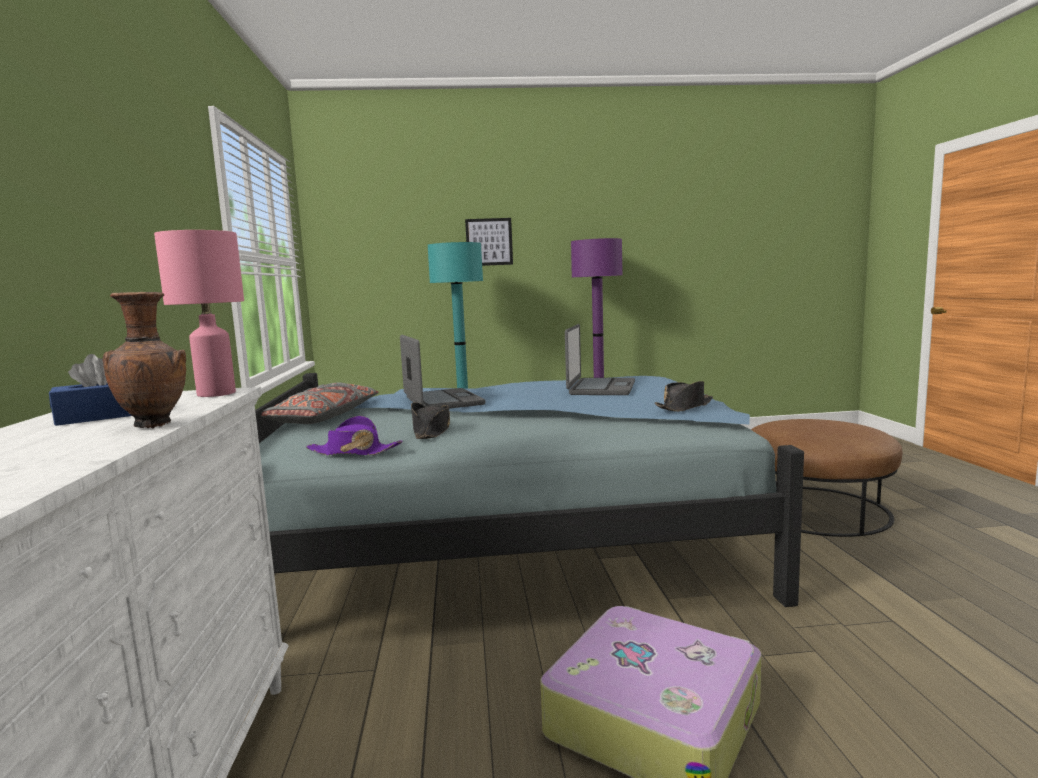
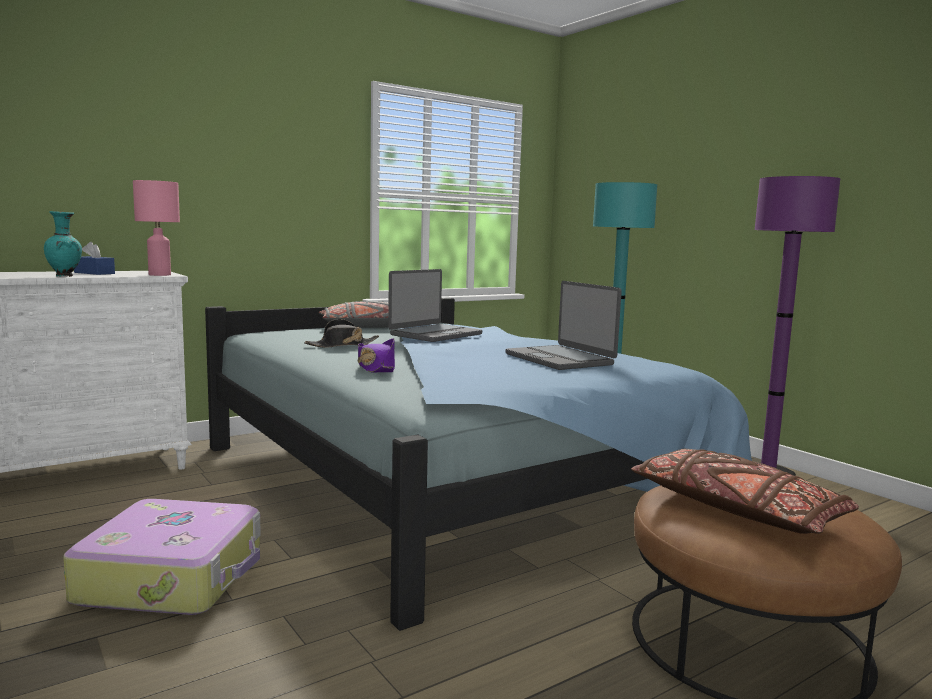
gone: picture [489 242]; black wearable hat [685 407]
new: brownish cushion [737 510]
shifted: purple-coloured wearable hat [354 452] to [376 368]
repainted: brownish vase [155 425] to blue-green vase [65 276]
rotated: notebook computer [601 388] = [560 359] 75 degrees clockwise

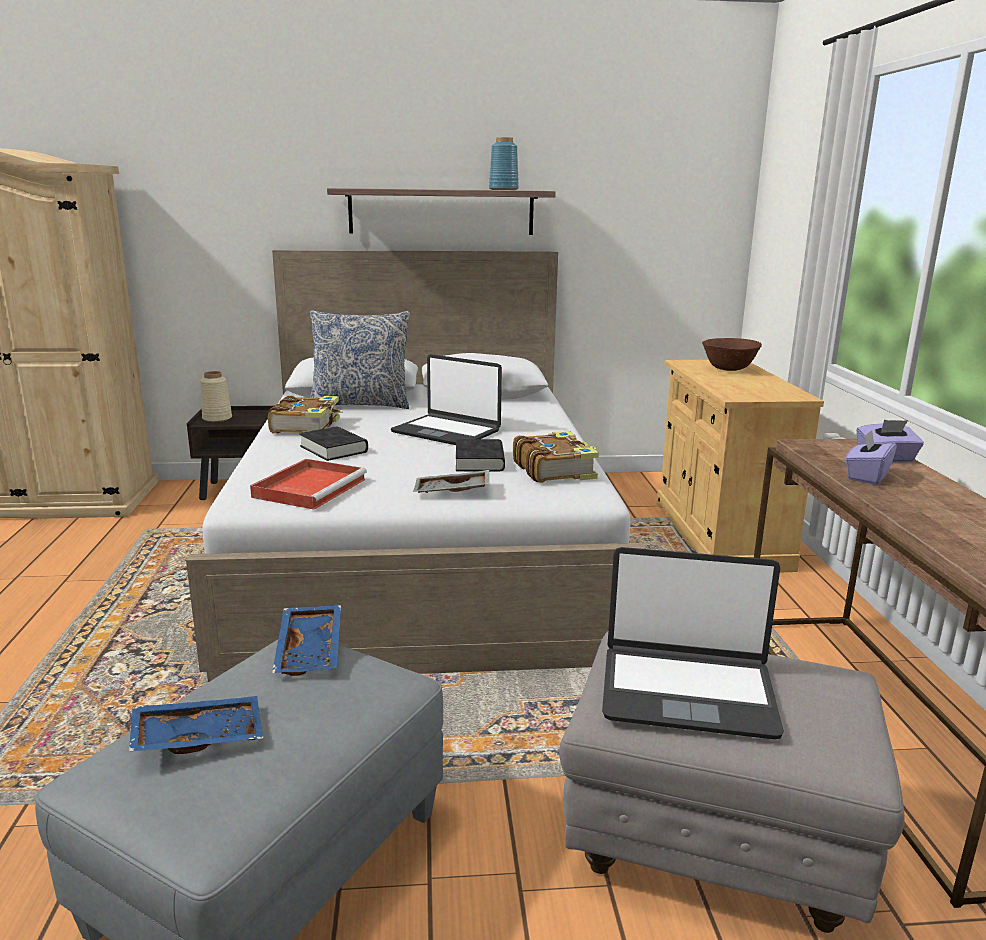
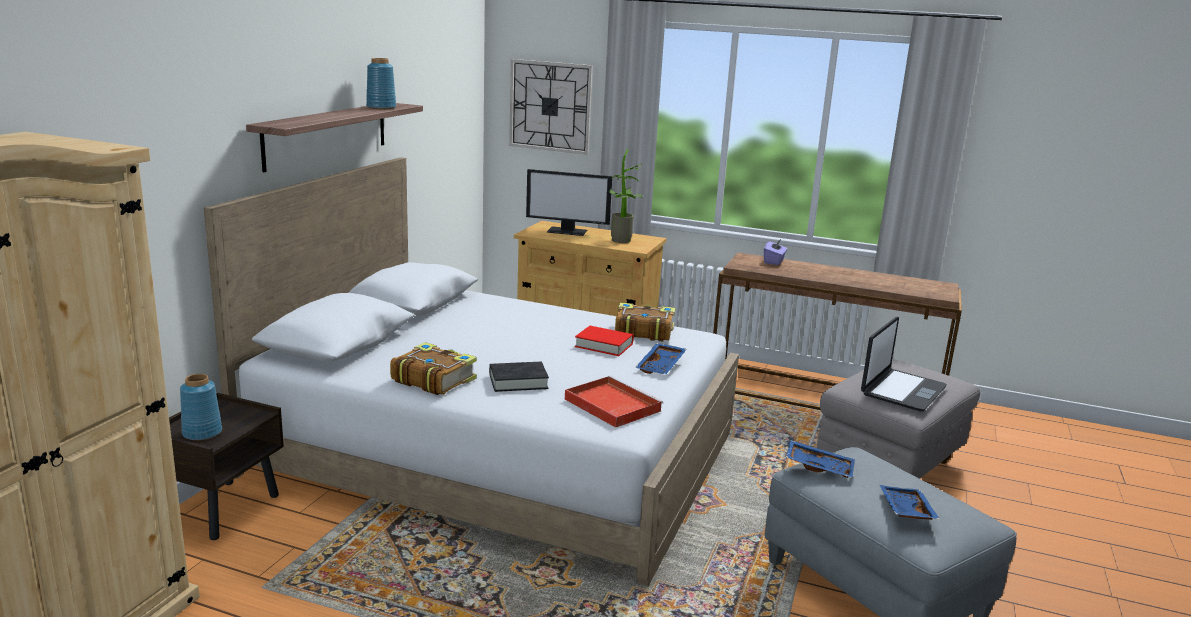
gone: cushion [361 404]; notebook computer [447 432]; purple-coloured tissue box [866 476]
new: wall clock [550 106]; plant in a pot [623 241]
swapped: brownish bowl [729 370] to monitor [567 231]
repainted: beige vase [217 418] to blue-coloured vase [203 433]; gray tray [452 492] to blue-coloured tray [661 366]; black volume [479 461] to red-coloured volume [604 345]

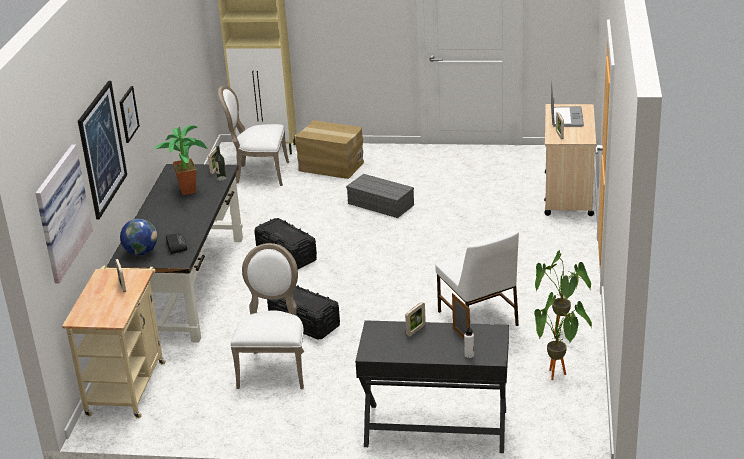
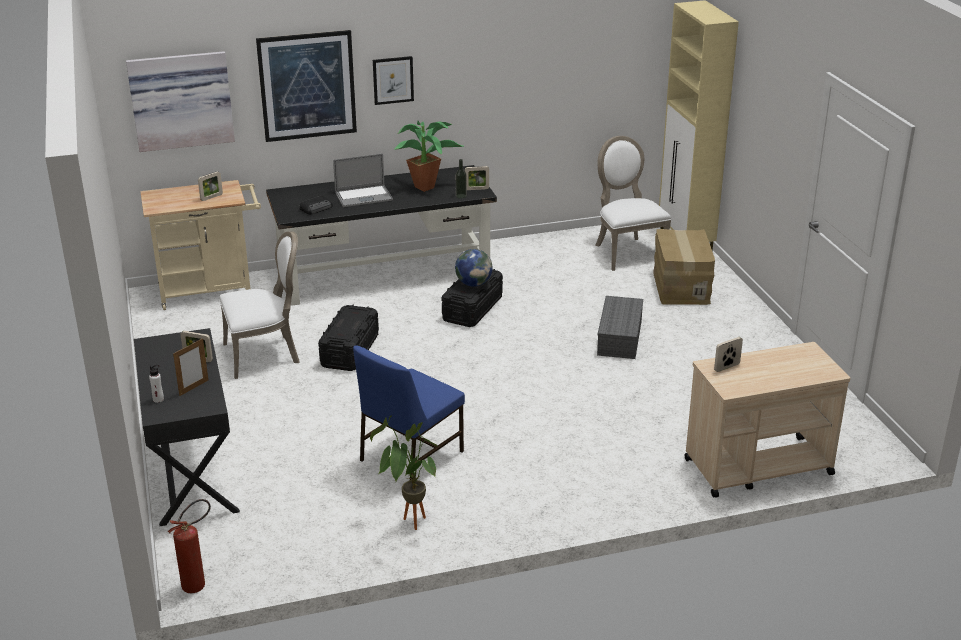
gone: plant in a pot [557 377]
new: fire-fighting cylinder [199 584]
shifted: desk globe [141 252] to [473 284]; notebook computer [566 117] to [363 196]
repainted: whitish upright chair [478 319] to blue-coloured upright chair [409 456]

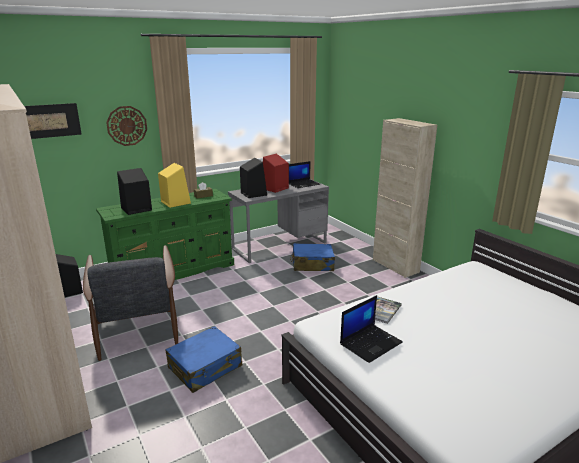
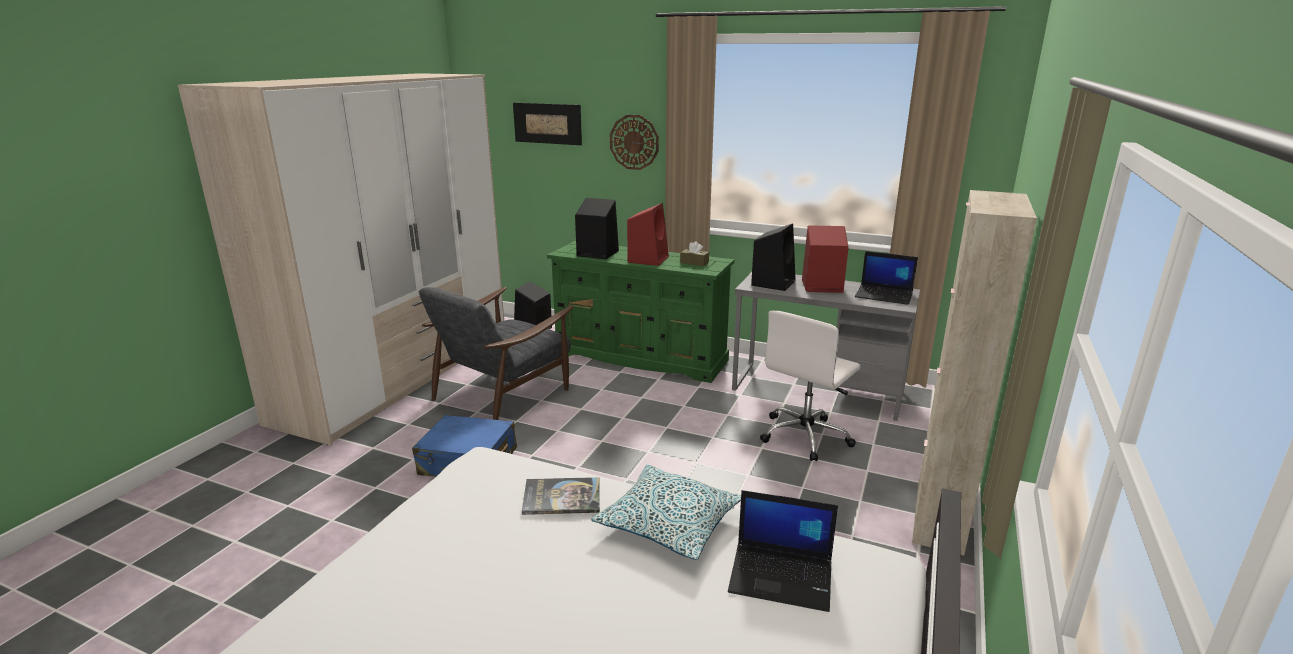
new: cushion [668 523]
shifted: notebook computer [371 343] to [782 576]
swapped: blue-coloured travel case [312 264] to whitish office chair [805 436]
repainted: yellow audio speaker [175 202] to red-coloured audio speaker [648 259]

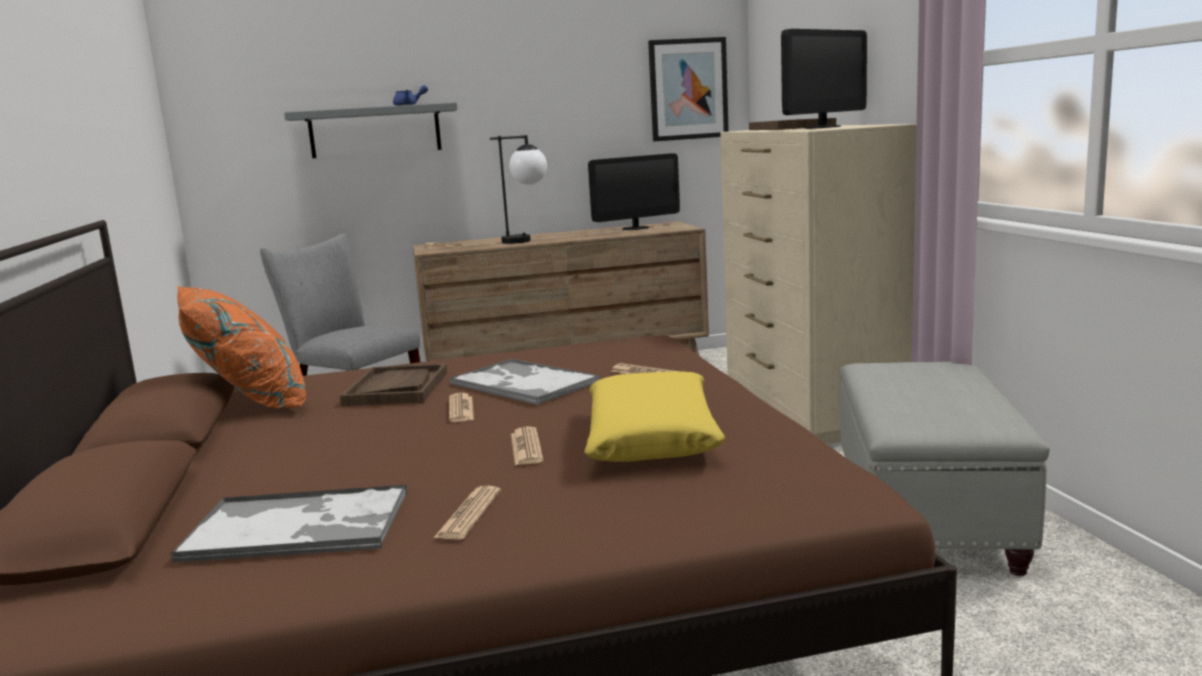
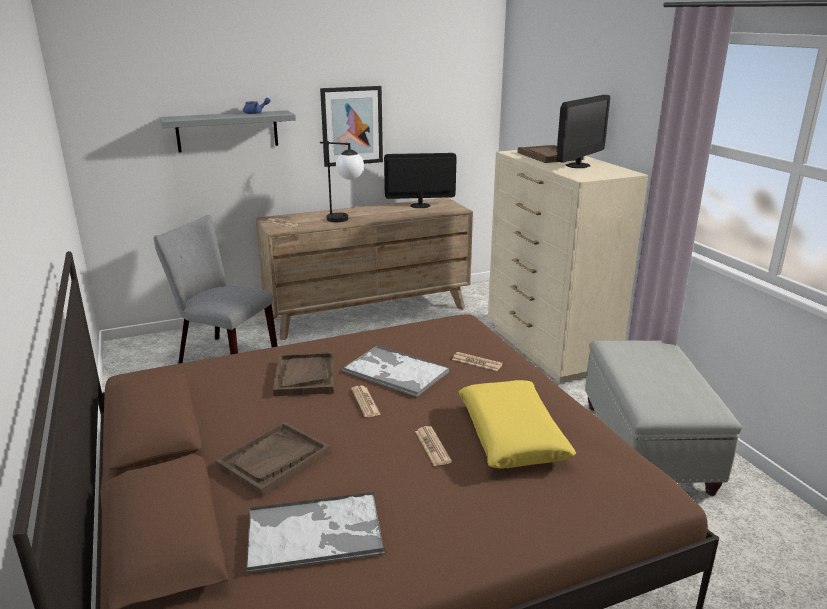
gone: orangey cushion [249 402]; newspaper [469 514]
new: brownish tray [274 460]
shifted: picture [688 89] to [352 126]
rotated: monitor [635 228] = [420 206] 150 degrees counterclockwise

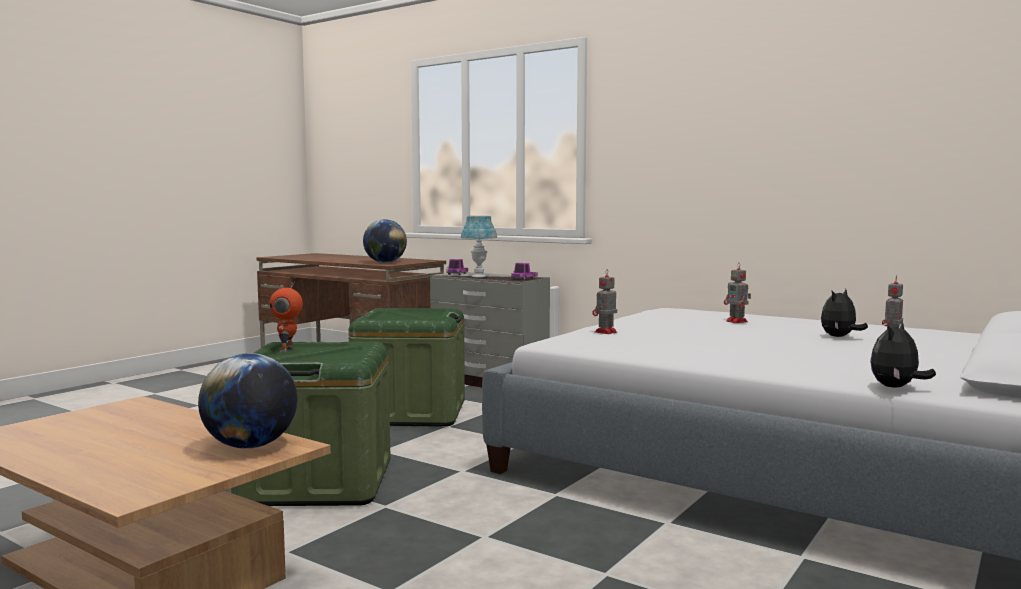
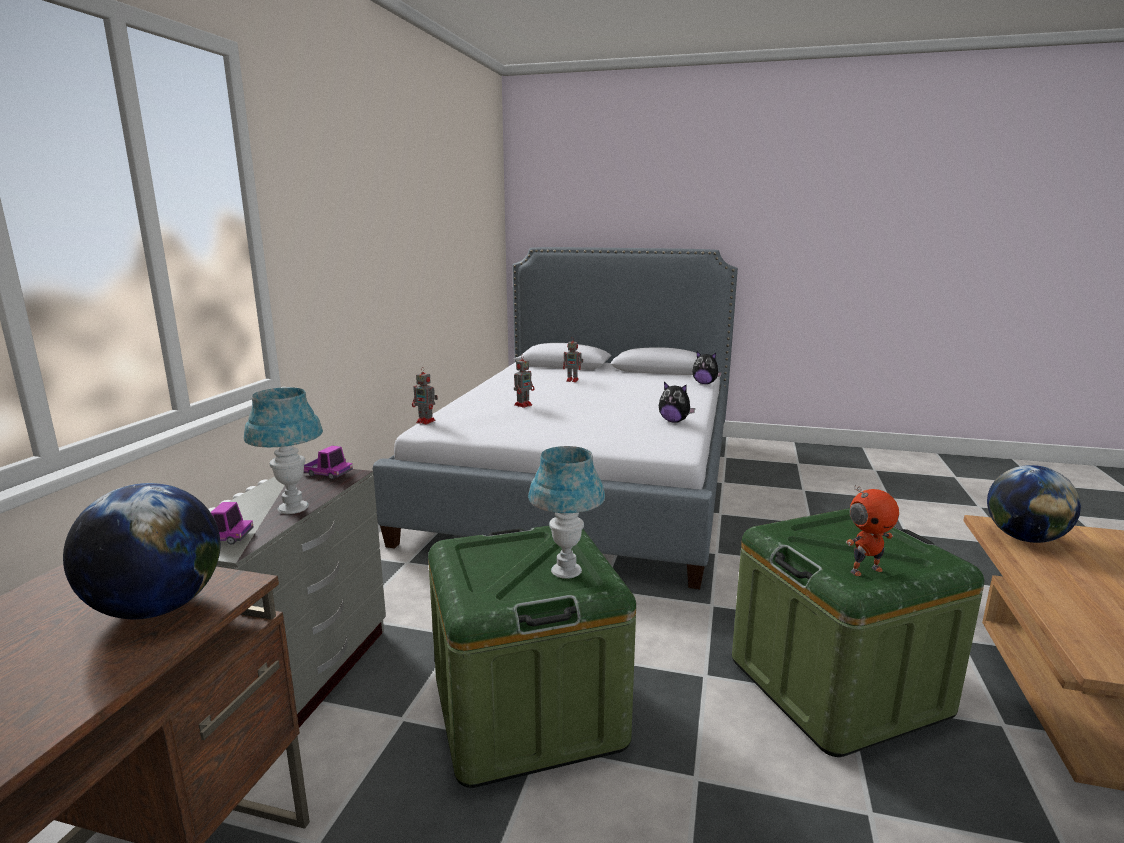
new: blue-coloured lamp for a table [566 571]
shifted: toy robot [605 332] to [426 421]; soft toy [839 337] to [674 421]

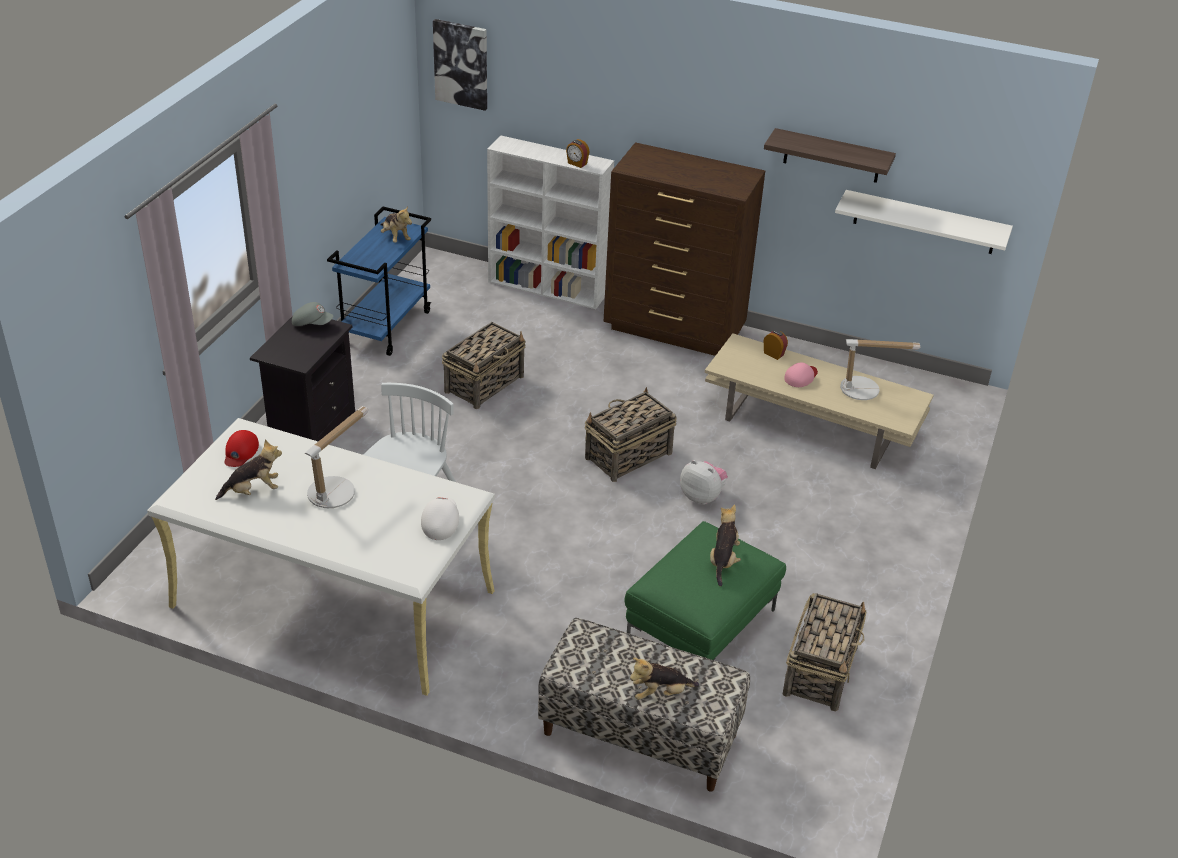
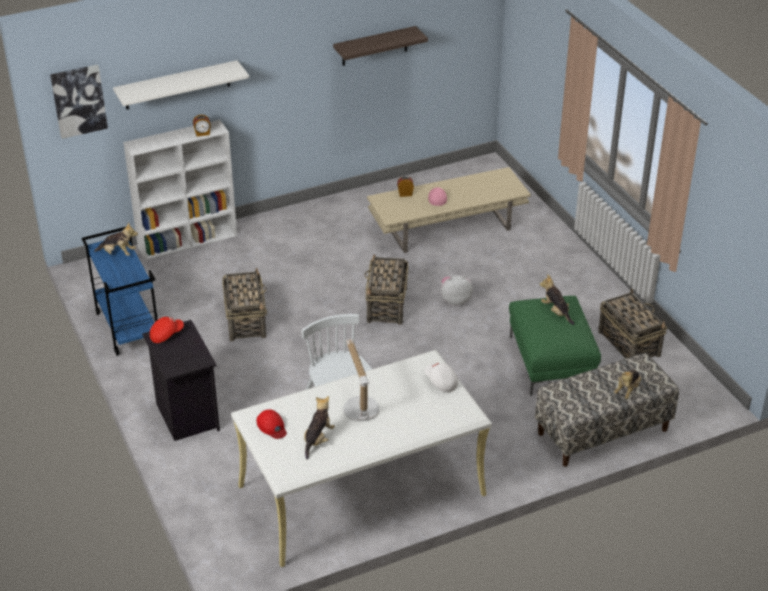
gone: brownish dresser [675 329]; lamp for a table [865 390]
shifted: whitish shelf [924 222] to [177 85]
repainted: gray peaked cap [312 323] to red-coloured peaked cap [166 334]

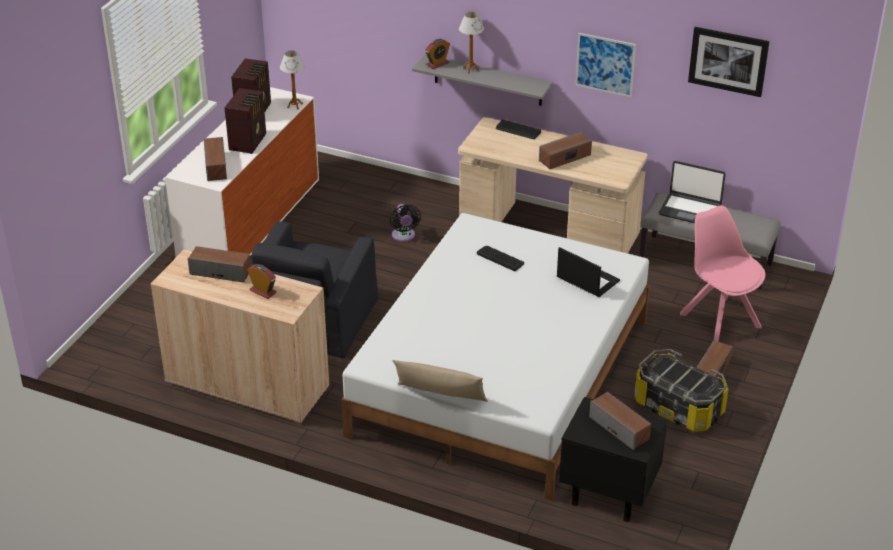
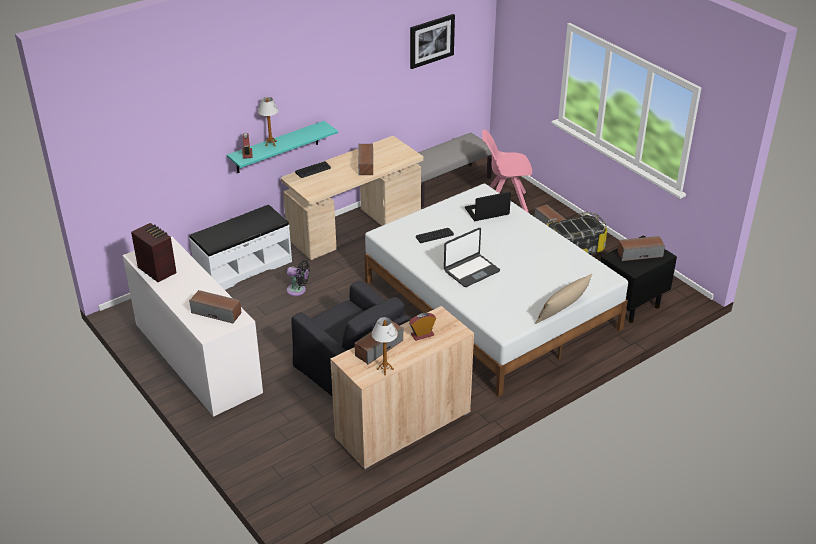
gone: radio set [249 142]; picture [605 64]
new: whitish bench [243 268]
shifted: lamp for a table [295 106] to [385 369]; notebook computer [690 210] to [471 271]
repainted: gray shelf [488 80] to blue-green shelf [277 147]

